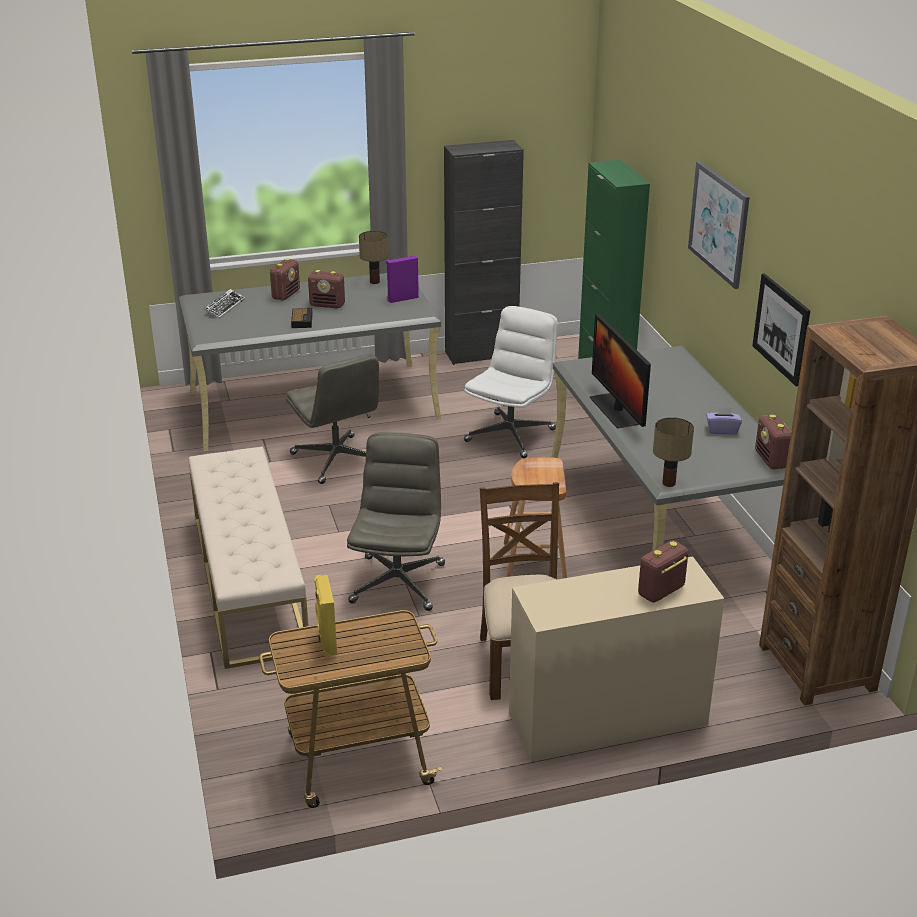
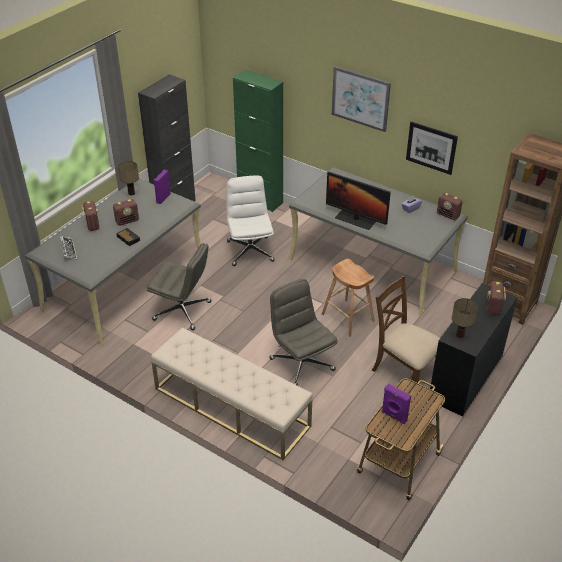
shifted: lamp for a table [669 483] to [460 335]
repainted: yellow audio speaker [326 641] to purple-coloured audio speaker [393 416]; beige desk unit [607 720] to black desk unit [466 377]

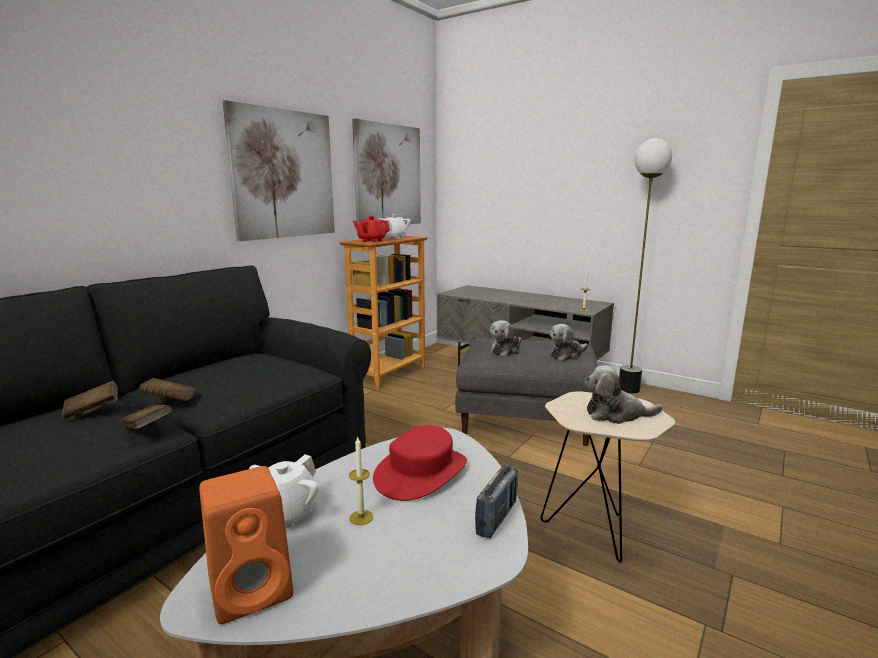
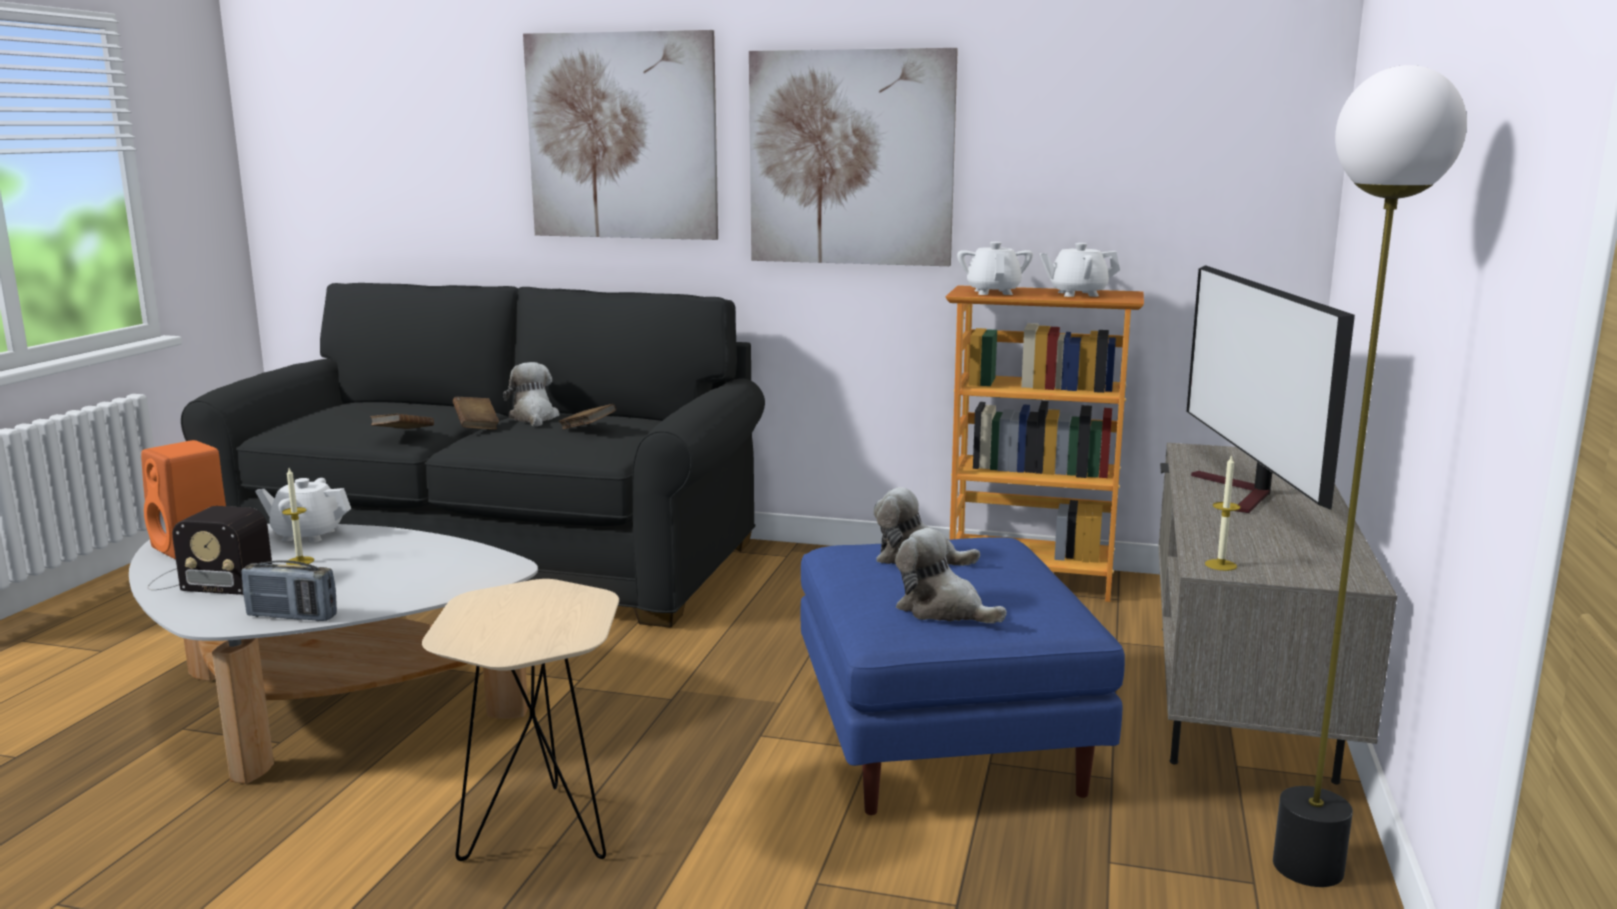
gone: red-coloured wearable hat [421 472]
new: radio set [207 580]; television [1244 494]
shifted: brownish volume [93 412] to [588 430]; picture [388 176] to [622 136]; soft toy [616 414] to [533 418]
repainted: red-coloured tea pot [371 241] to whitish tea pot [993 292]; gray pouffe [527 419] to blue-coloured pouffe [945 737]

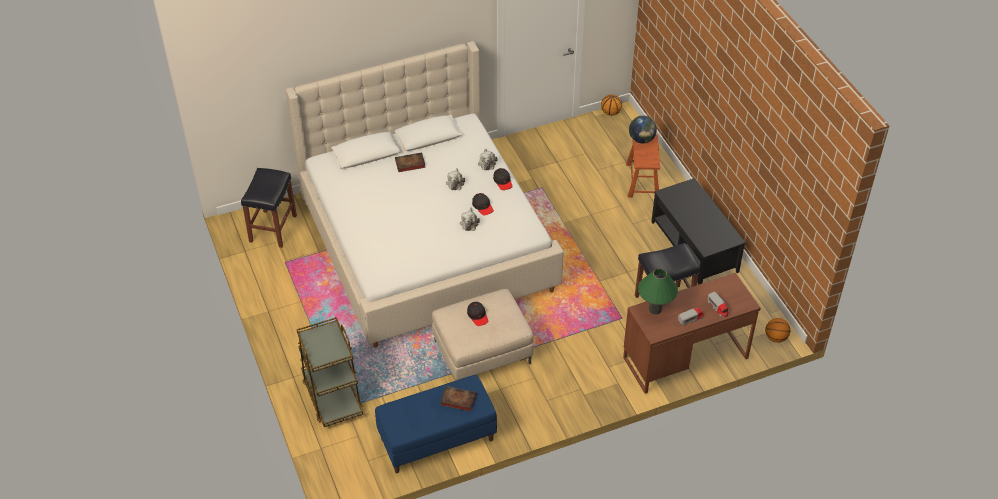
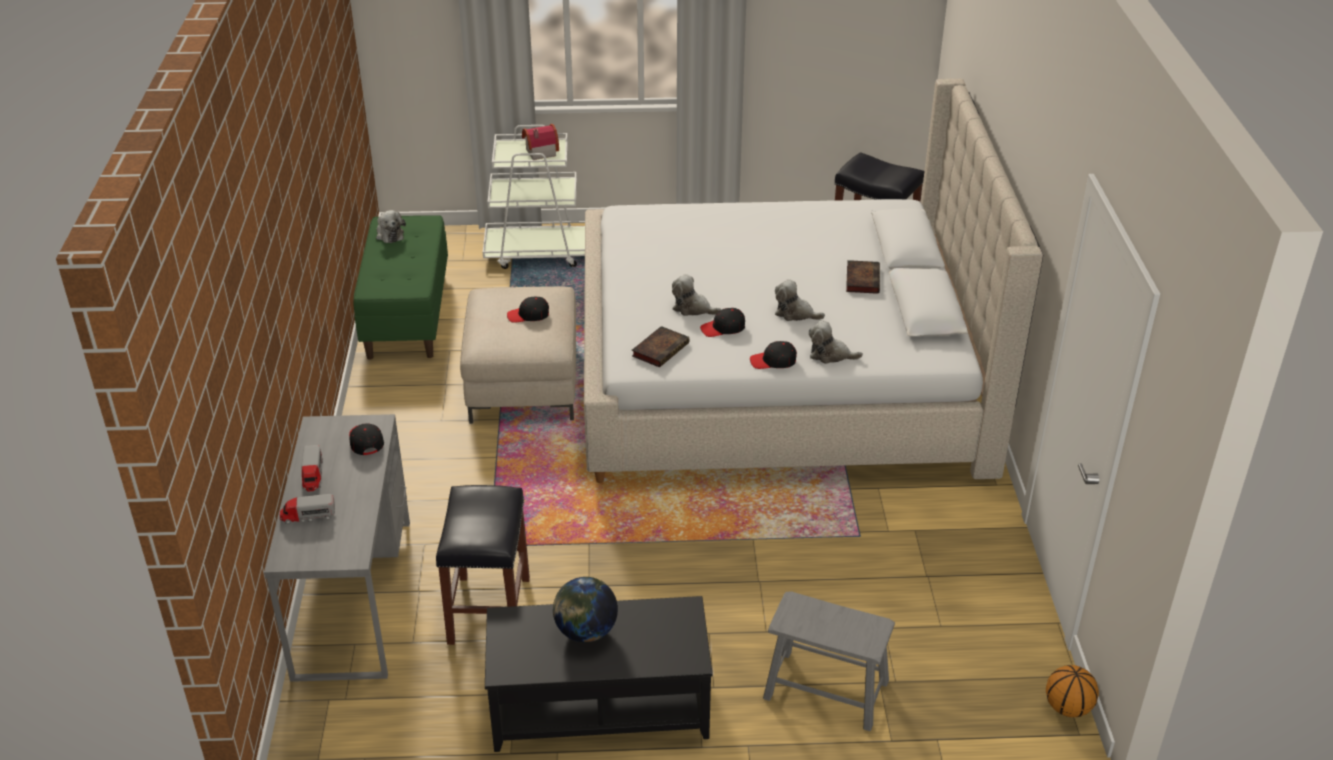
gone: ball for basketball [775 337]
new: soft toy [389 234]; toy house [539 151]
shifted: volume [457 400] to [661 349]; desk globe [641 140] to [586 632]
swapped: green lamp for a table [655 309] to black peaked cap [365 441]
repainted: brownish wheeled cart [332 397] to whitish wheeled cart [537 252]; blue-coloured bench [437 440] to green bench [406 315]; brownish desk unit [685 357] to gray desk unit [354 597]; brownish stool [642 180] to gray stool [826 689]

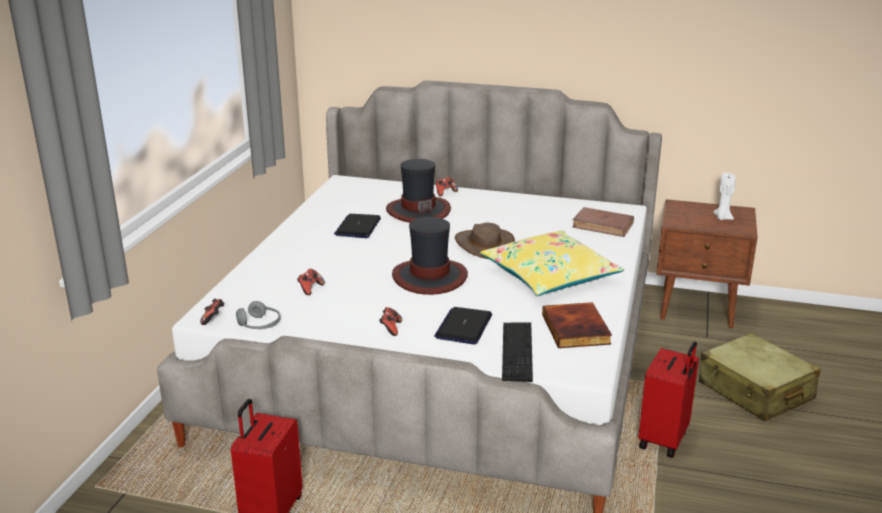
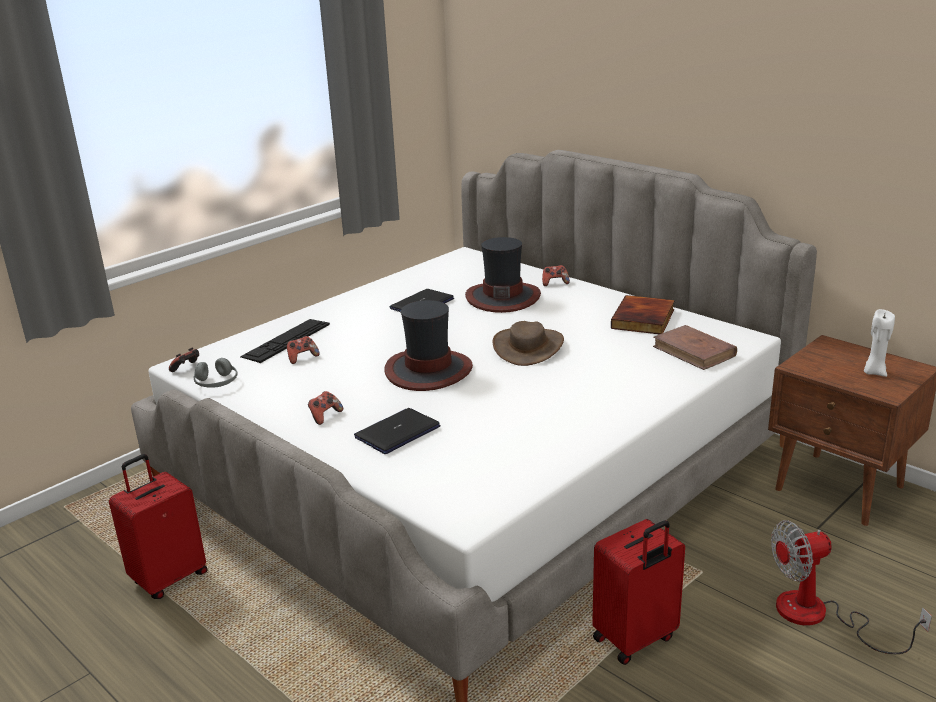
gone: yellow cushion [550 275]
shifted: computer keyboard [517 351] to [286 340]; volume [577 329] to [644 319]
swapped: beige travel case [755 391] to cooling fan [819 616]

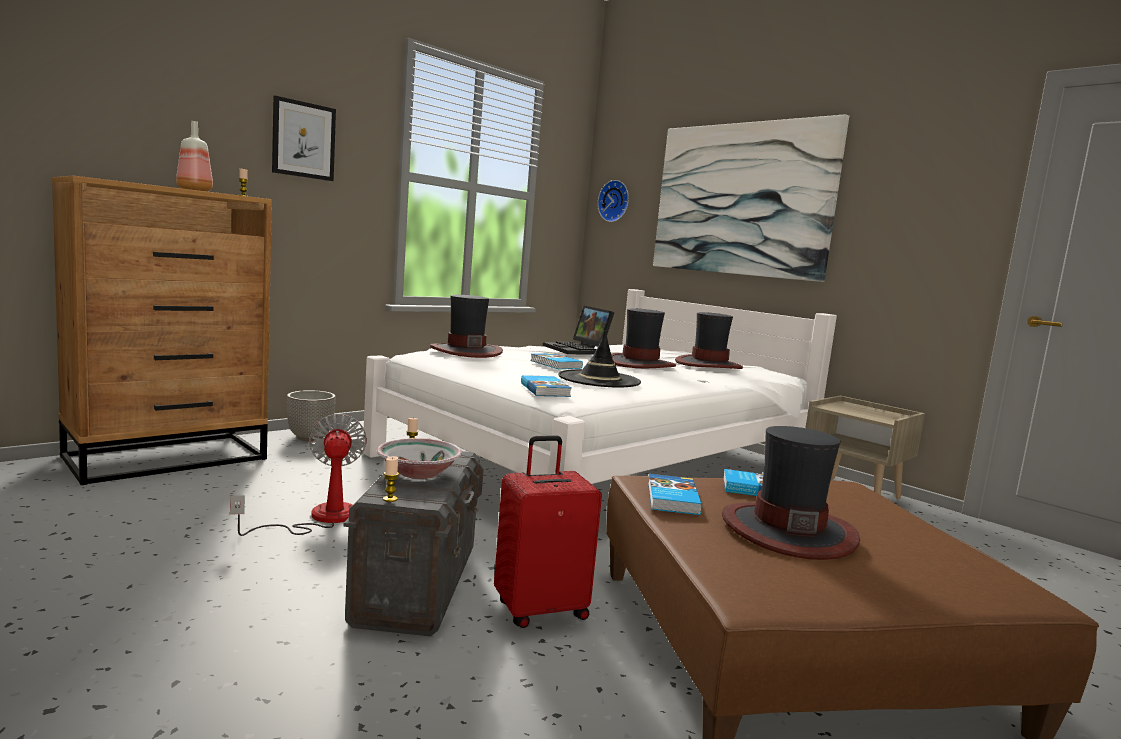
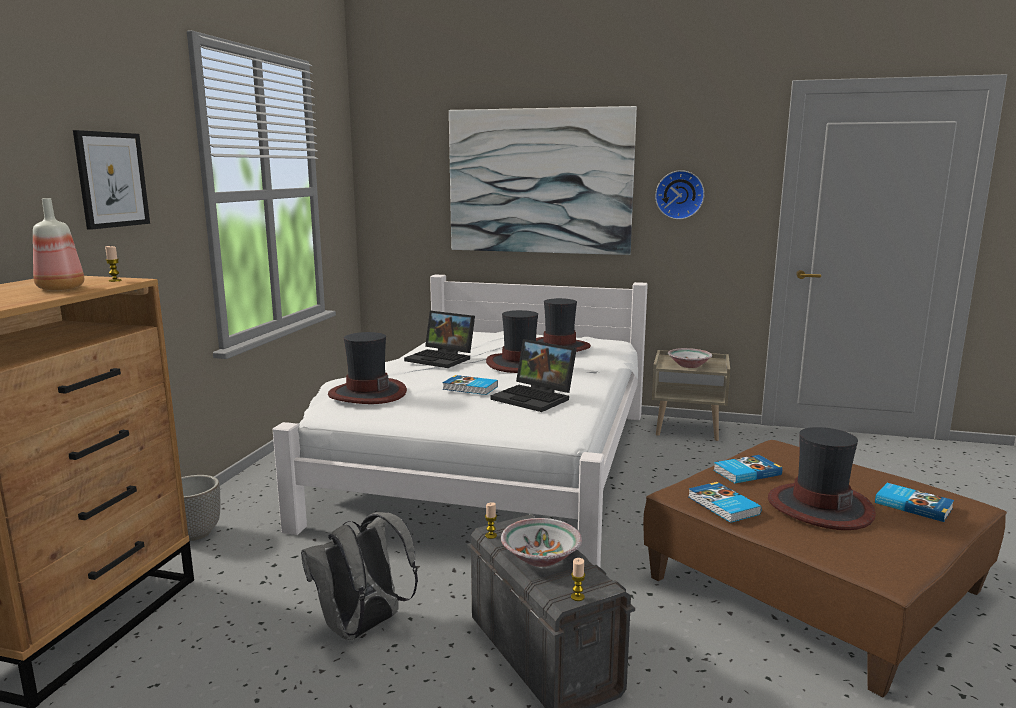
gone: red-coloured travel case [540 610]
new: bowl [688 365]
shifted: volume [546 389] to [913 505]; wall clock [615 201] to [679 195]
swapped: cooling fan [319 518] to gray knapsack [363 628]; black wearable hat [599 379] to notebook computer [535 398]

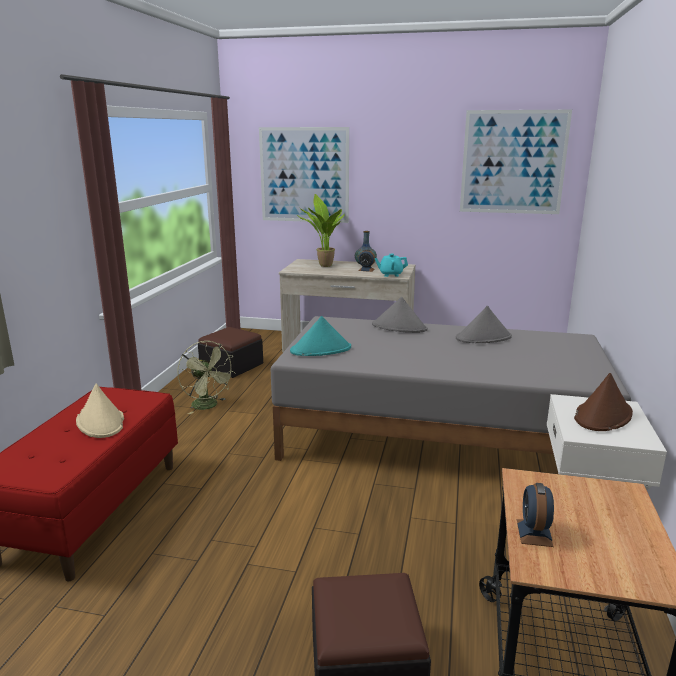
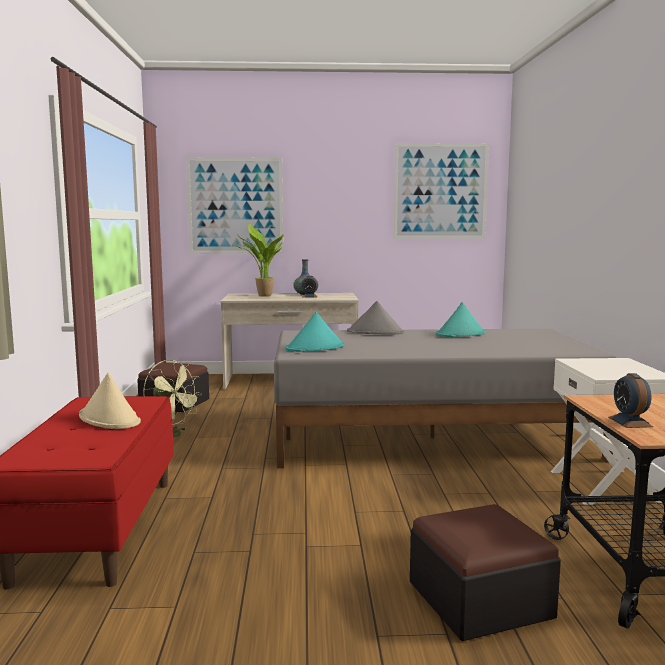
gone: blue-green tea pot [390 274]; brownish wearable hat [603 416]
repainted: gray wearable hat [483 338] to blue-green wearable hat [460 334]

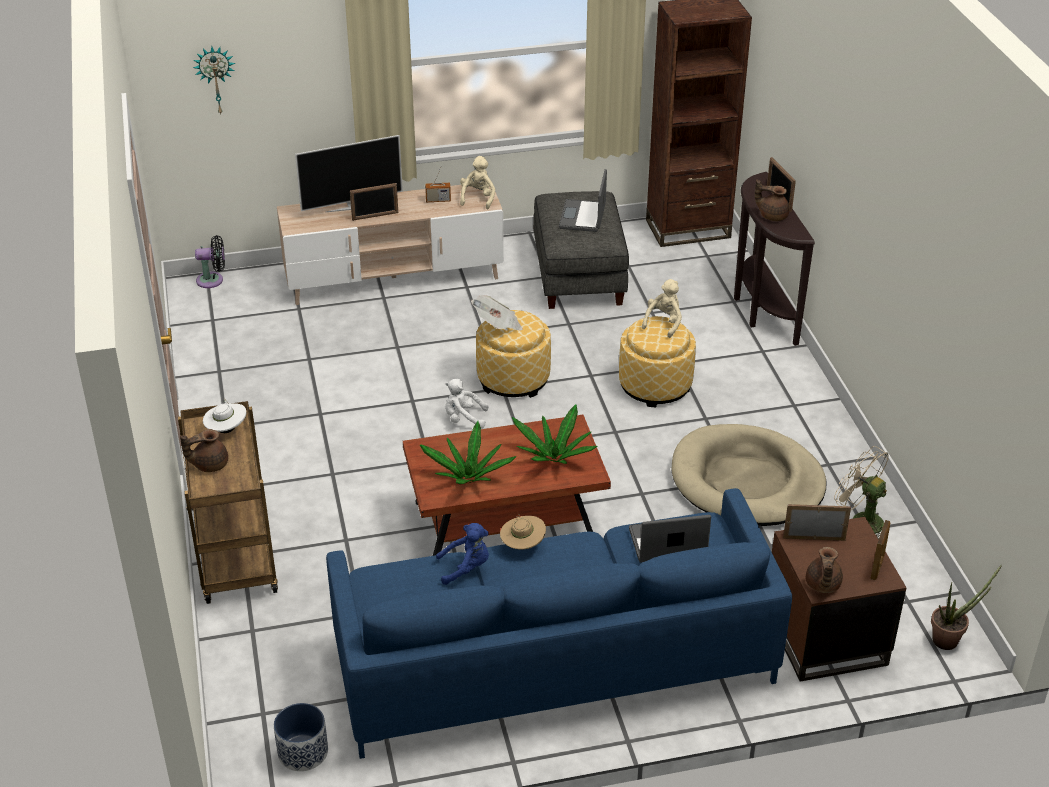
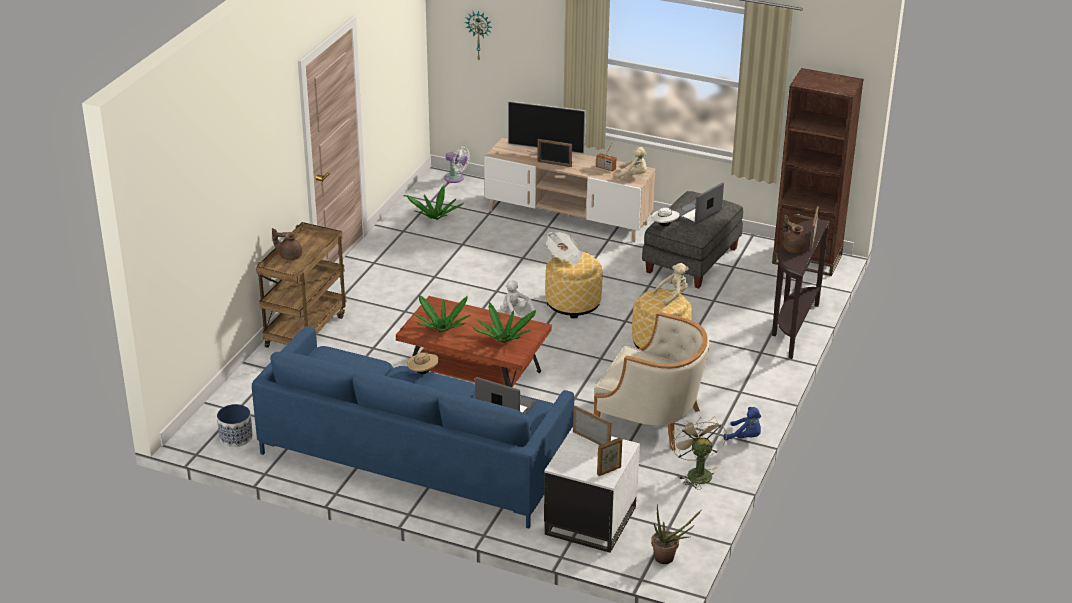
gone: brownish tea pot [822 585]
new: plant in a pot [435 217]
shifted: whitish wearable hat [226 430] to [664 225]; blue-coloured soft toy [466 568] to [745 437]
swapped: beige dog bed [747 481] to beige lounge chair [650 420]
repainted: black cooling fan [213 280] to whitish cooling fan [456 178]; brownish accent table [824 637] to whitish accent table [589 520]
rotated: beige soft toy [478 198] = [633 176] 60 degrees clockwise

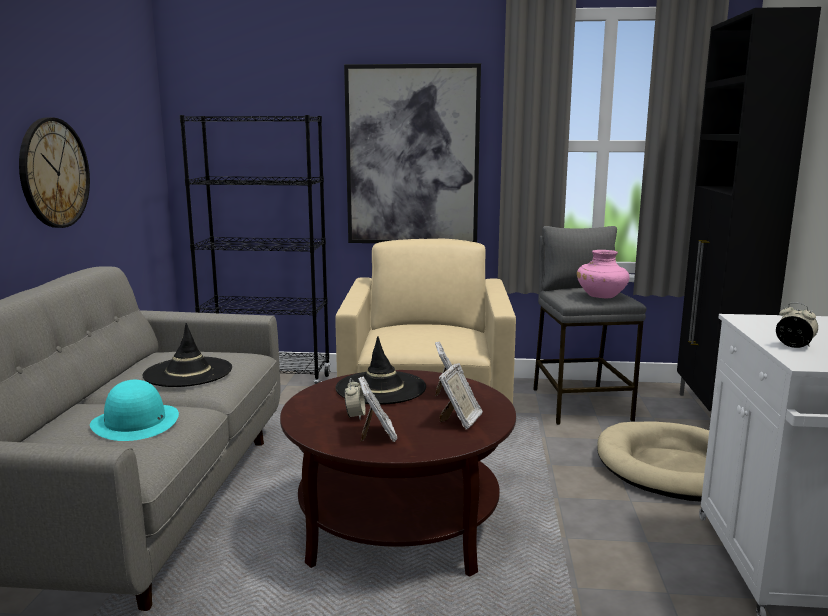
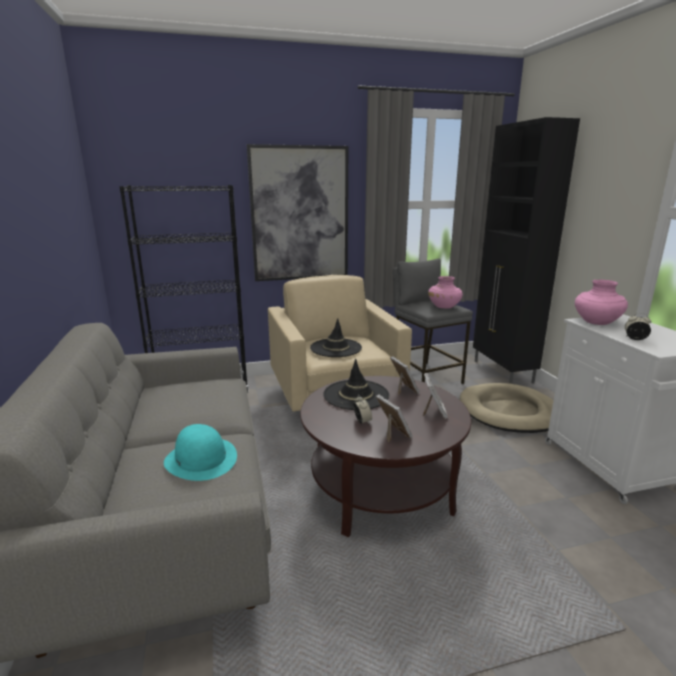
gone: wall clock [54 173]
new: pinkish vase [596 322]
shifted: black wearable hat [188 372] to [335 348]

